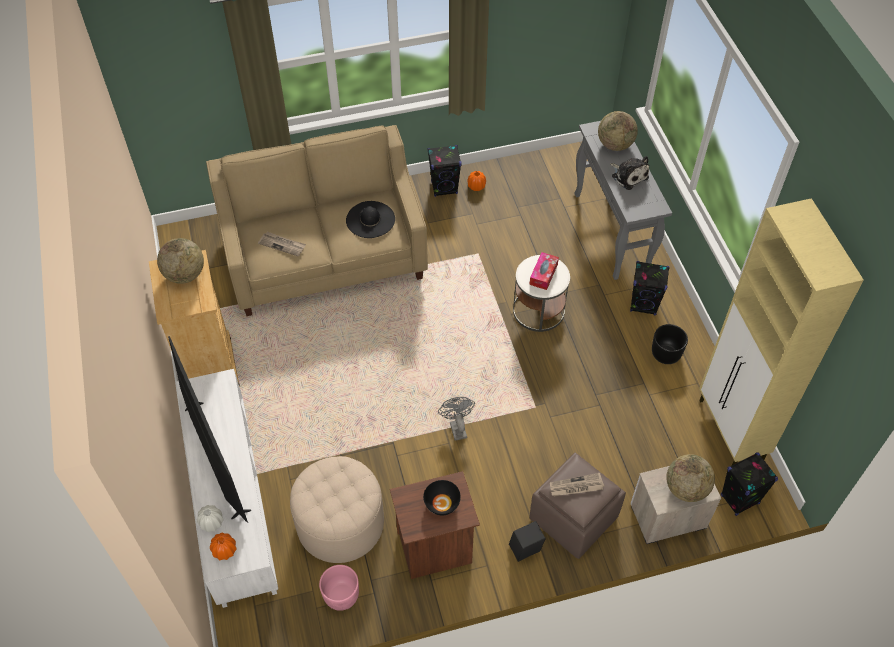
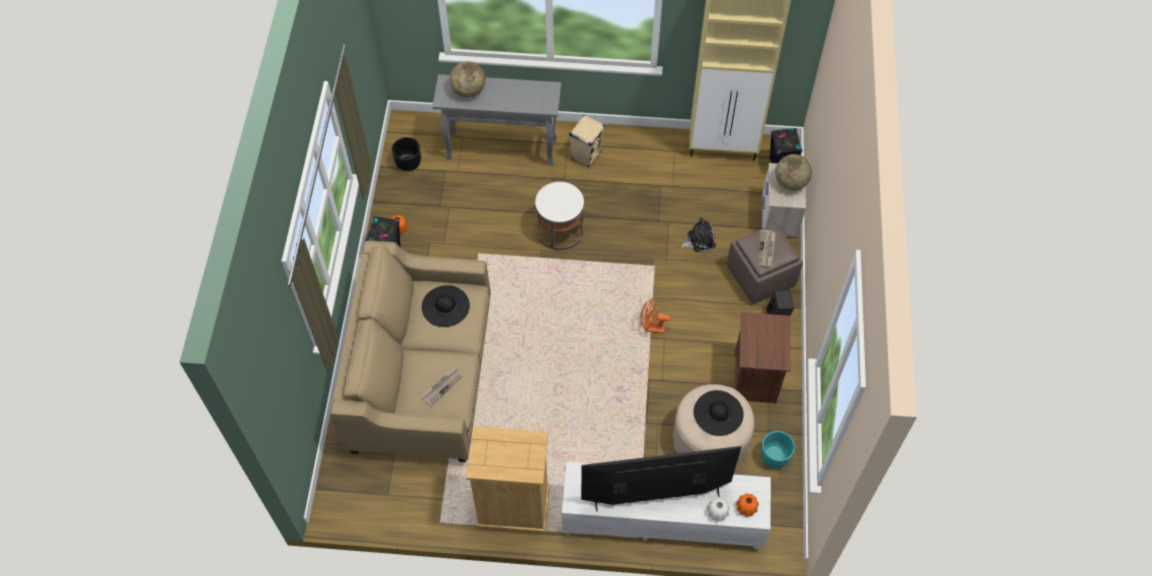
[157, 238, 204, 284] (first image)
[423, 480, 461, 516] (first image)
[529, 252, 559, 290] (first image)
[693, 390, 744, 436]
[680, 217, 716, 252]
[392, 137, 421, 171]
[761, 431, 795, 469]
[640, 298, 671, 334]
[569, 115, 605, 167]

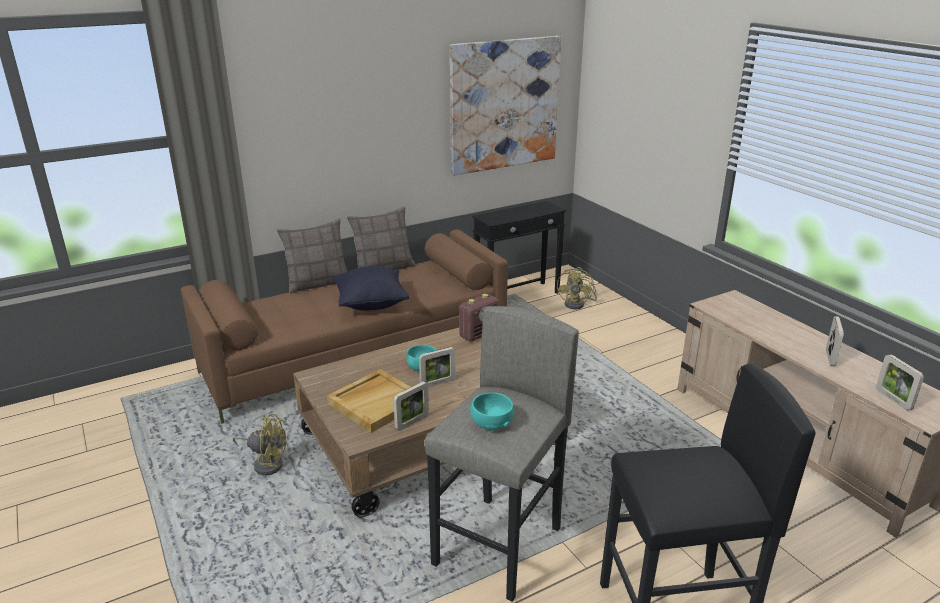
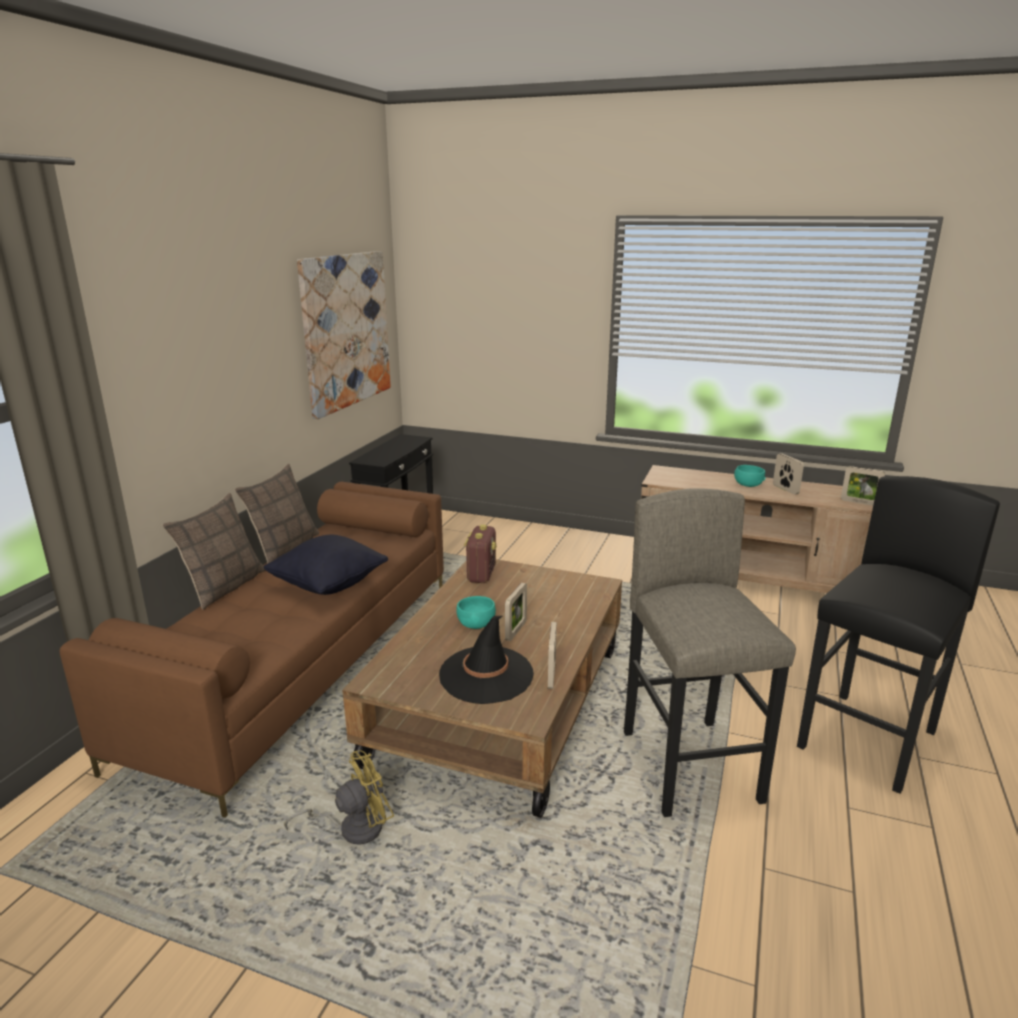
[557, 267, 597, 309] (first image)
[734, 465, 766, 487]
[439, 616, 534, 704]

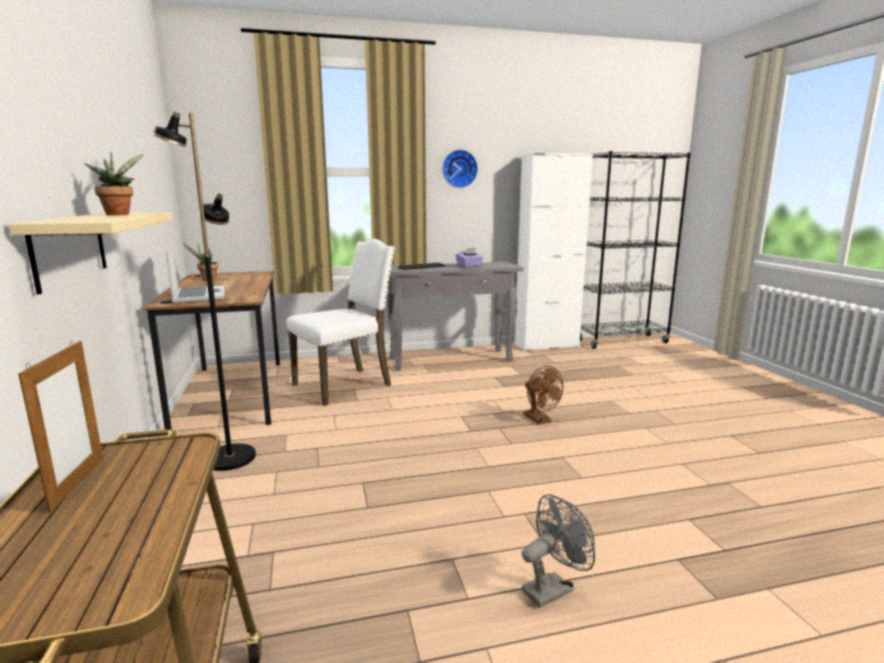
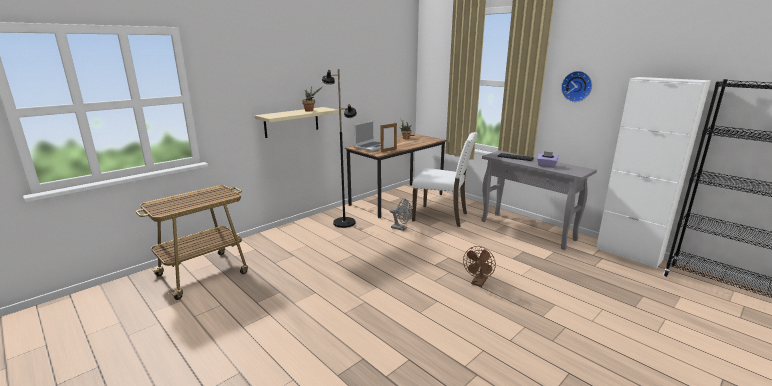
[381, 122, 397, 152]
[390, 199, 412, 231]

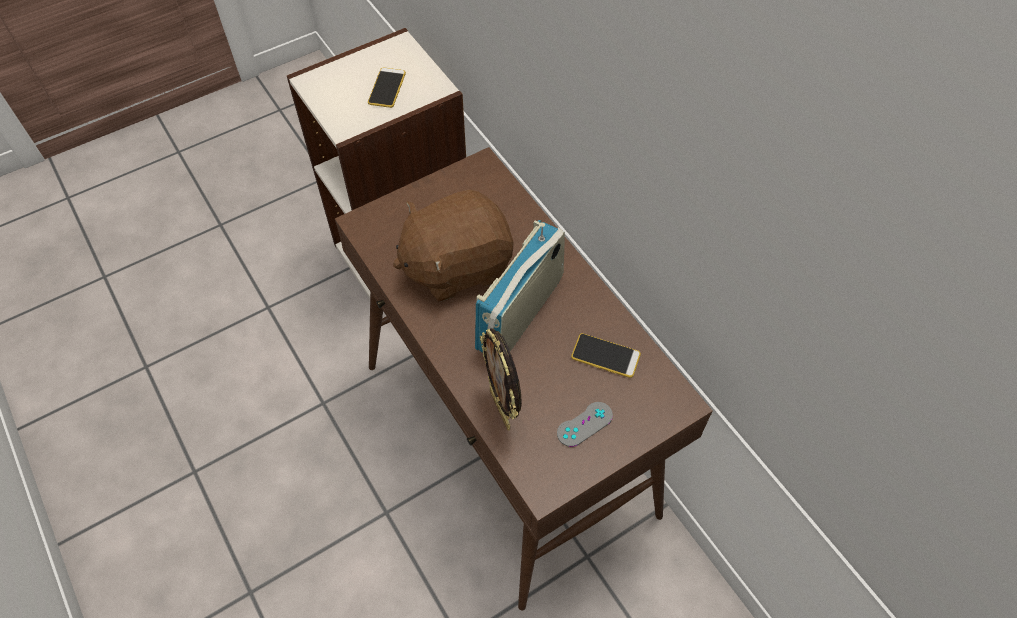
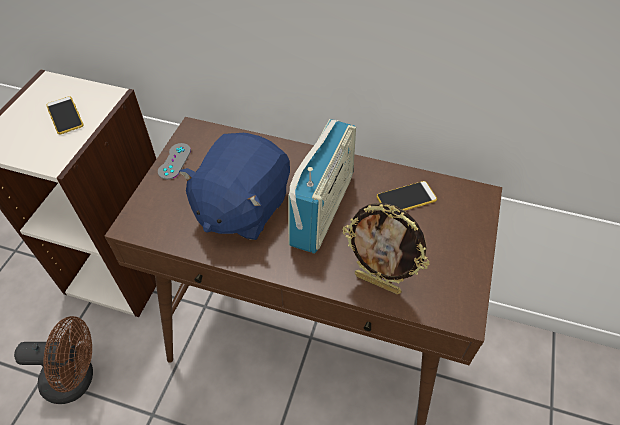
[14, 316, 93, 404]
[158, 143, 191, 180]
[179, 133, 290, 240]
[288, 119, 356, 254]

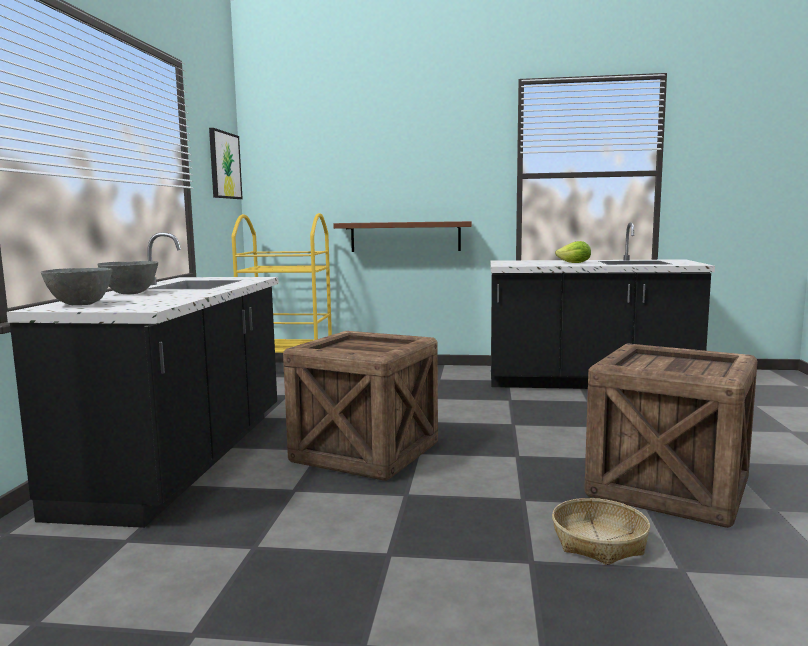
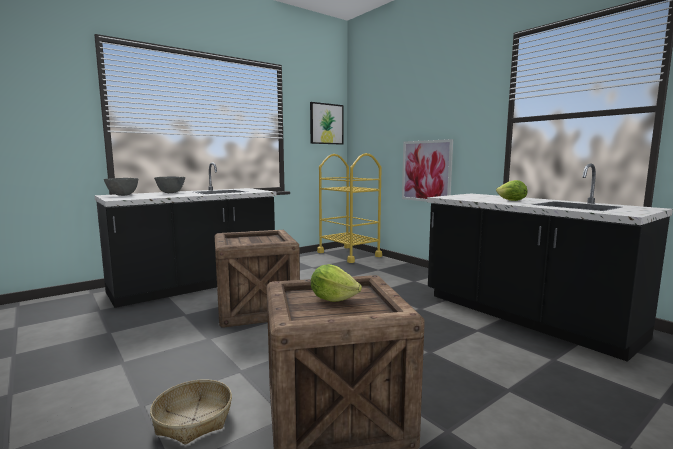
[311, 264, 362, 302]
[402, 139, 453, 202]

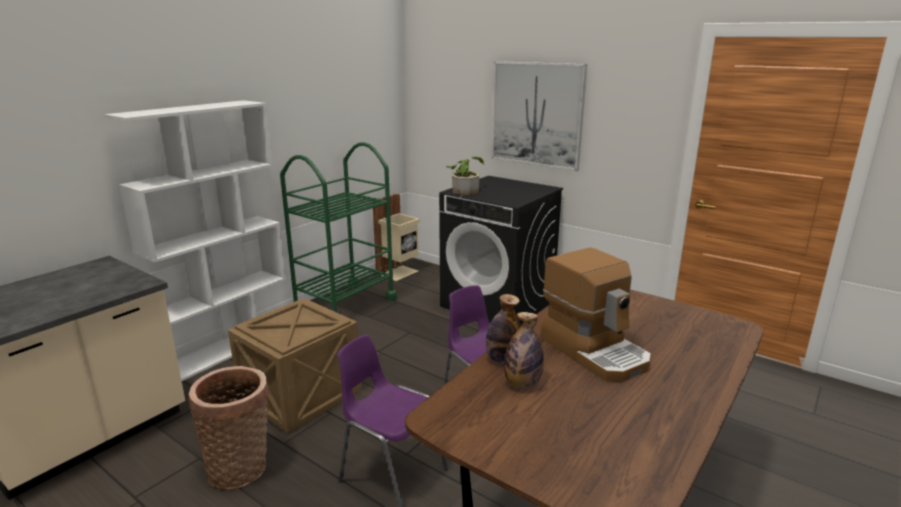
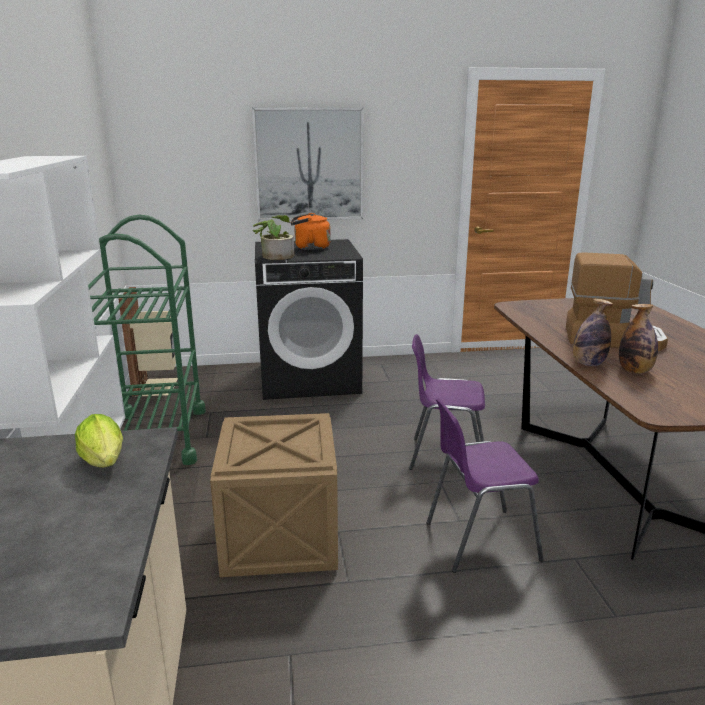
[189, 366, 269, 490] (first image)
[75, 414, 123, 468]
[291, 213, 331, 250]

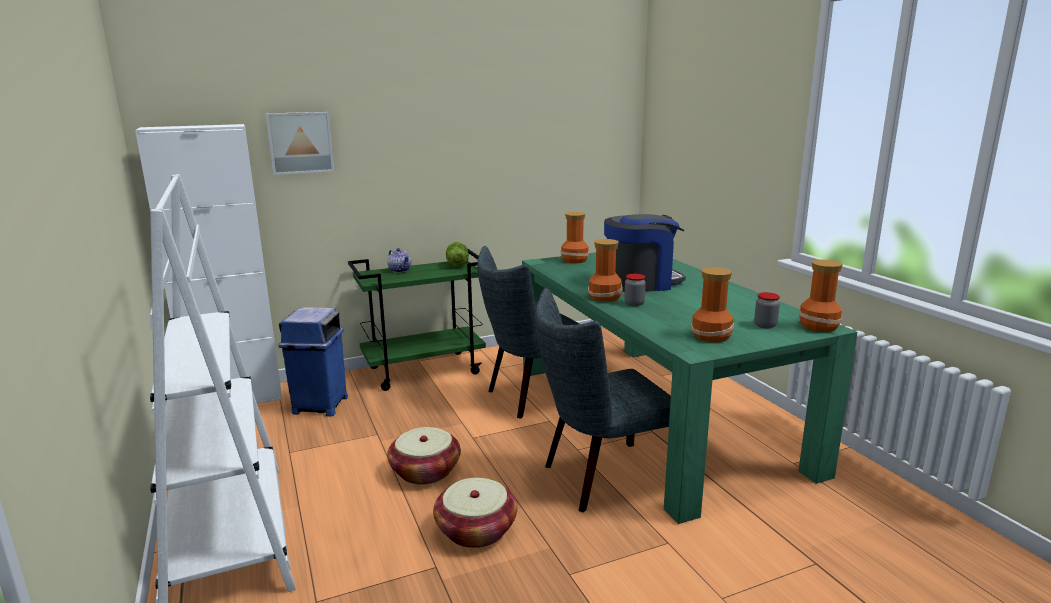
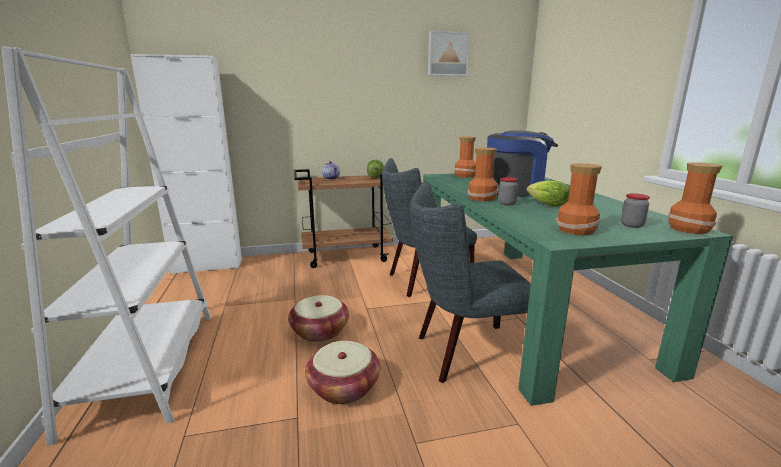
[278, 307, 348, 417] (first image)
[527, 180, 569, 207]
[428, 31, 470, 76]
[294, 169, 393, 268]

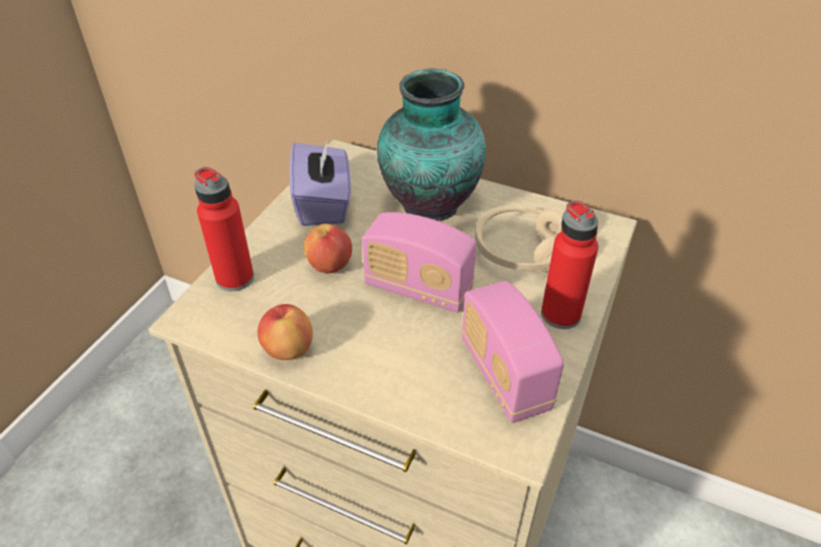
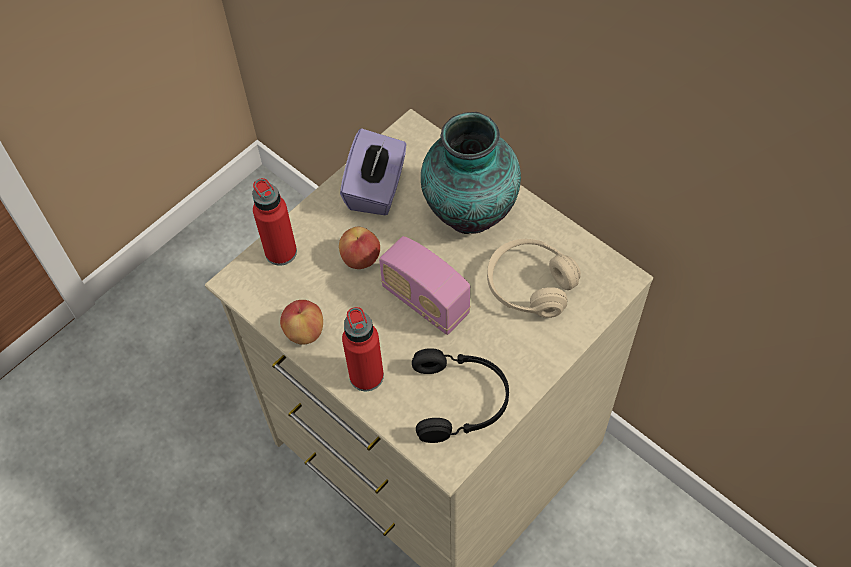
[342, 307, 384, 391]
[412, 348, 509, 443]

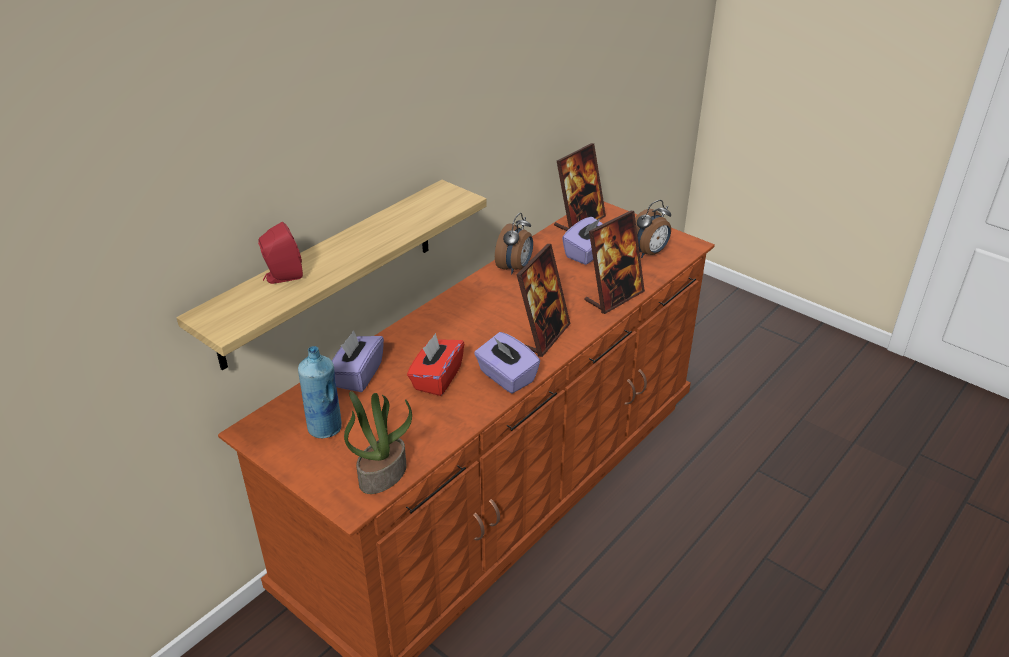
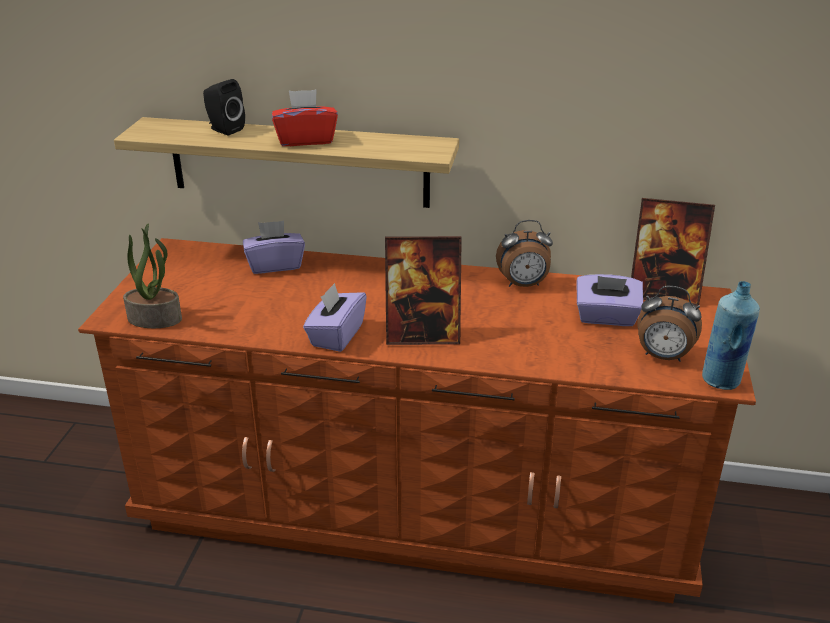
[585, 211, 645, 314] (first image)
[702, 281, 760, 390]
[272, 90, 338, 146]
[203, 79, 245, 135]

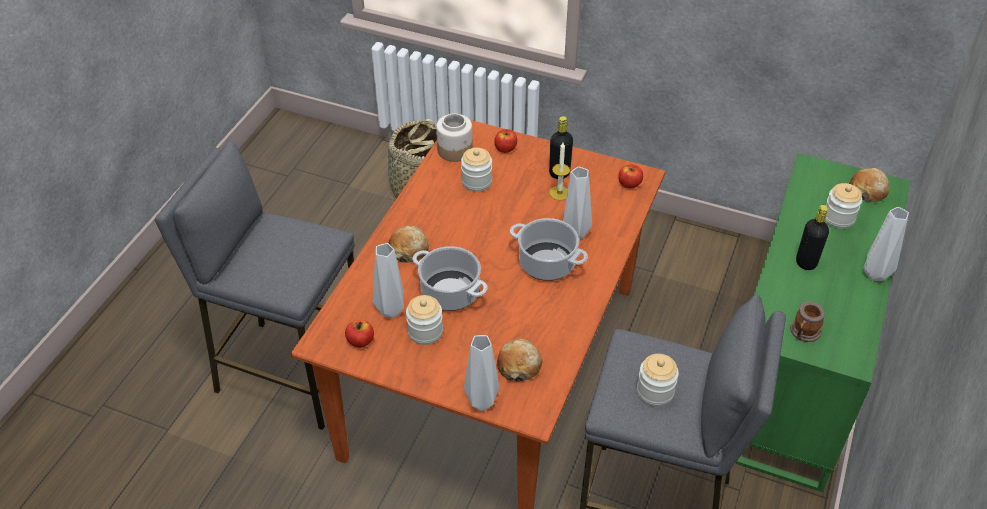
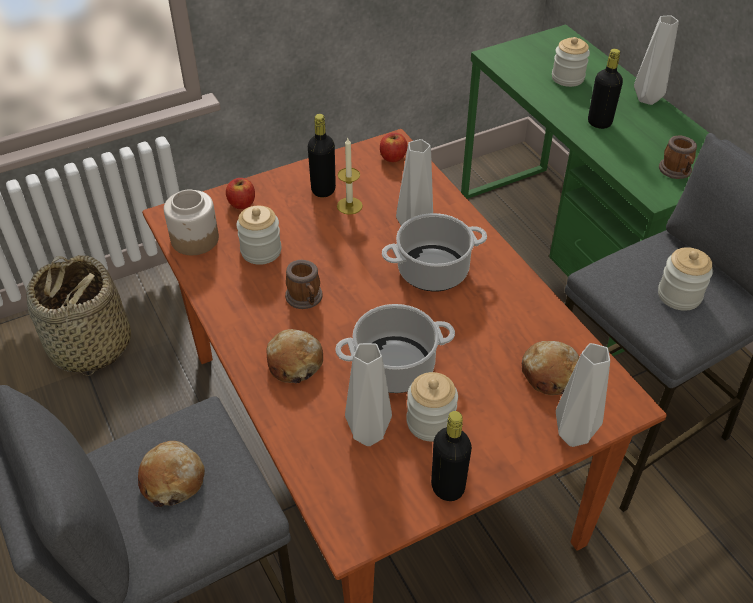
[345, 320, 374, 348] (first image)
[285, 260, 323, 309]
[431, 411, 472, 501]
[138, 441, 205, 507]

